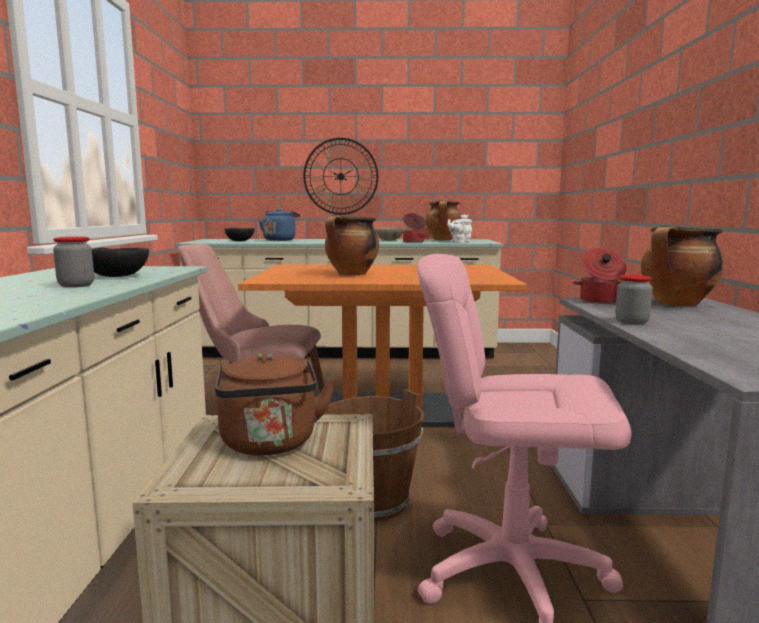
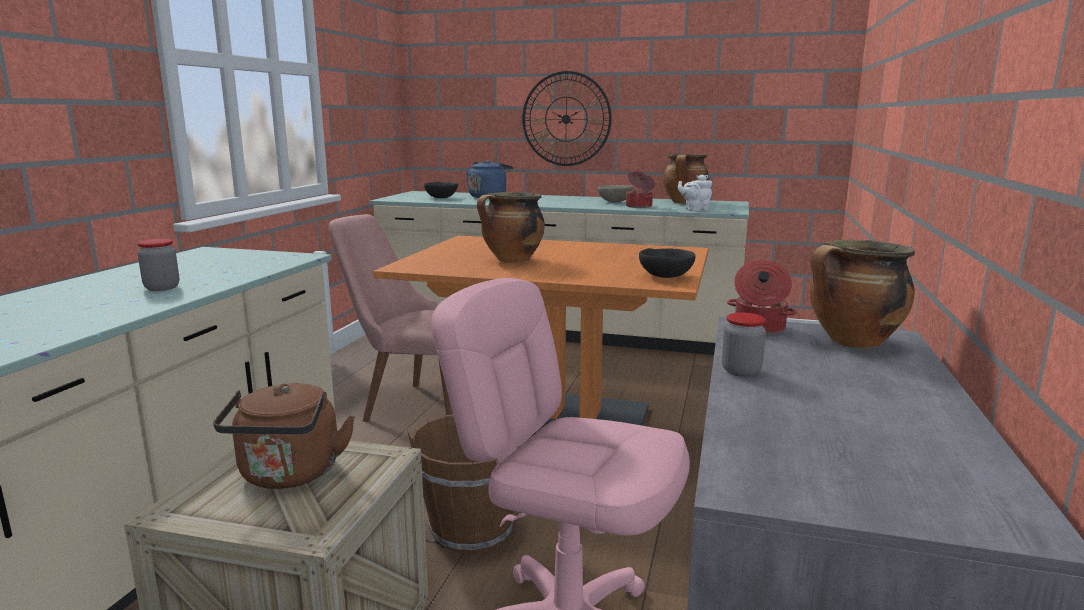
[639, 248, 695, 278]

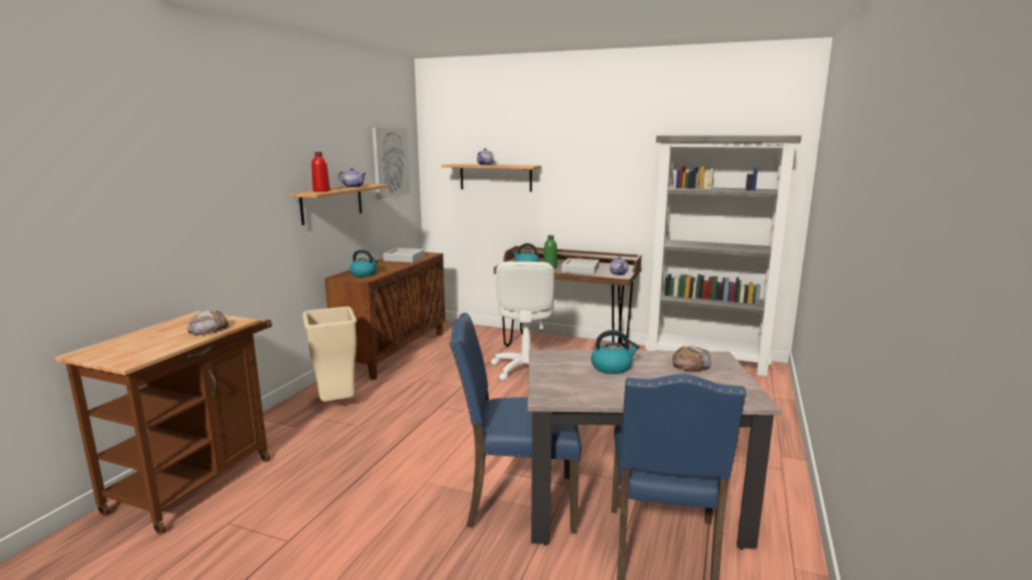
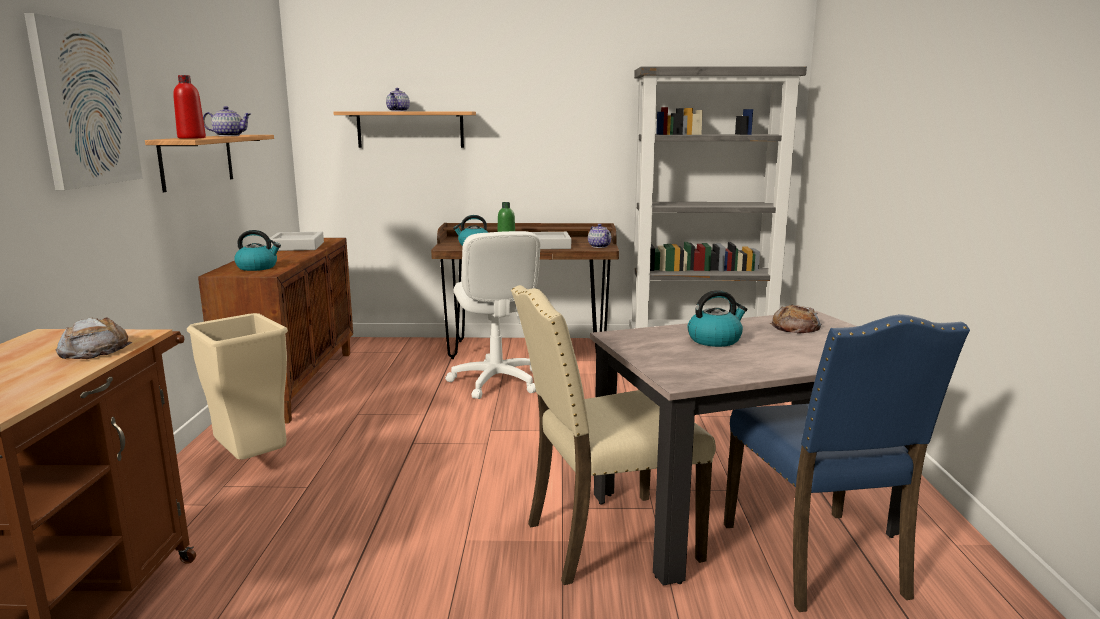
[24, 13, 143, 190]
[511, 285, 716, 585]

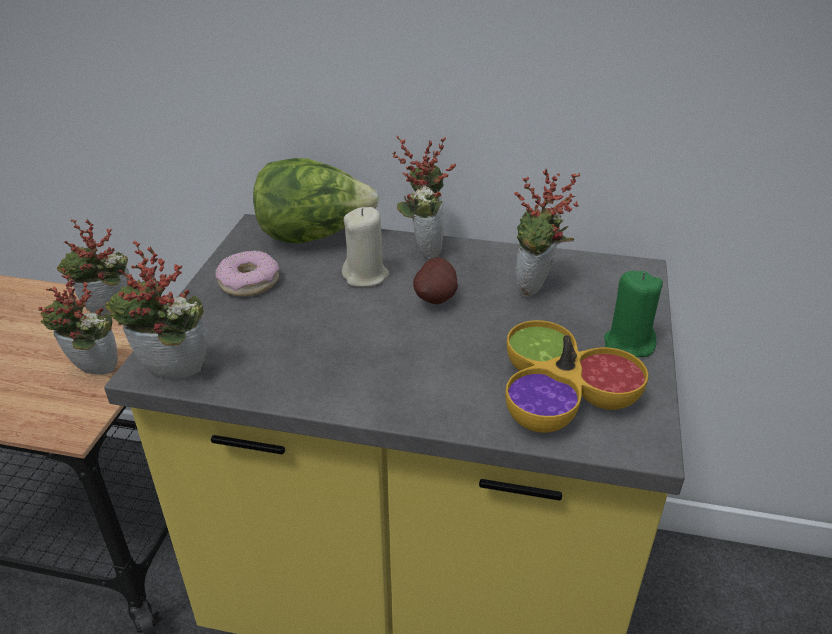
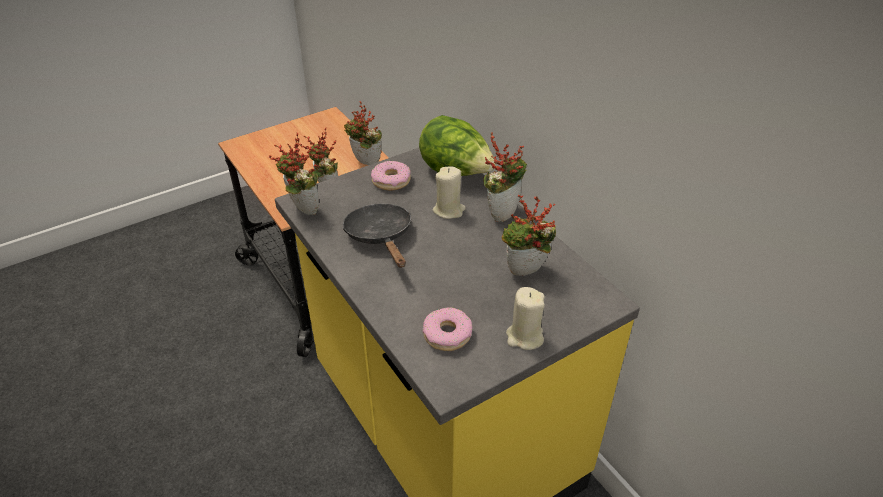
[413, 257, 458, 304] (first image)
[343, 203, 411, 268]
[423, 307, 472, 351]
[506, 287, 545, 350]

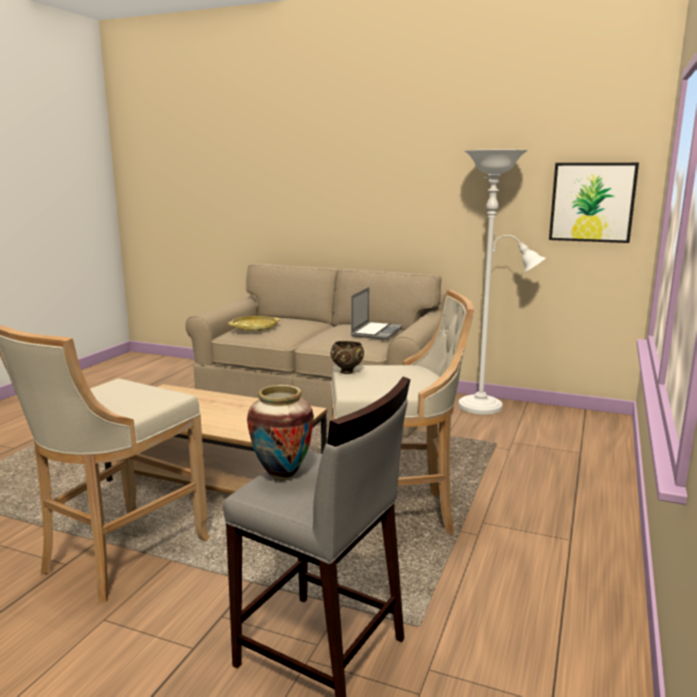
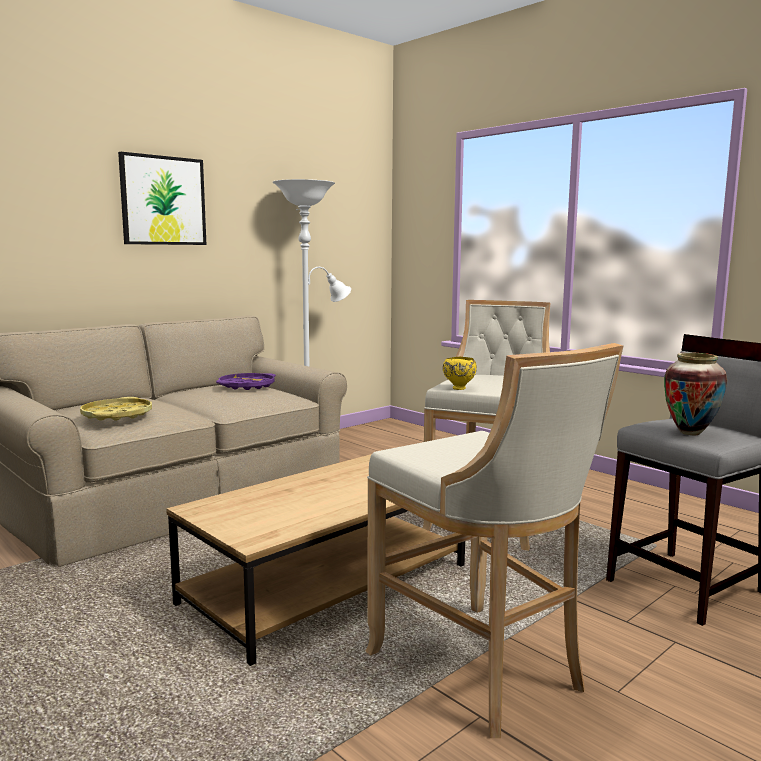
[118, 152, 207, 245]
[216, 373, 276, 390]
[443, 357, 477, 390]

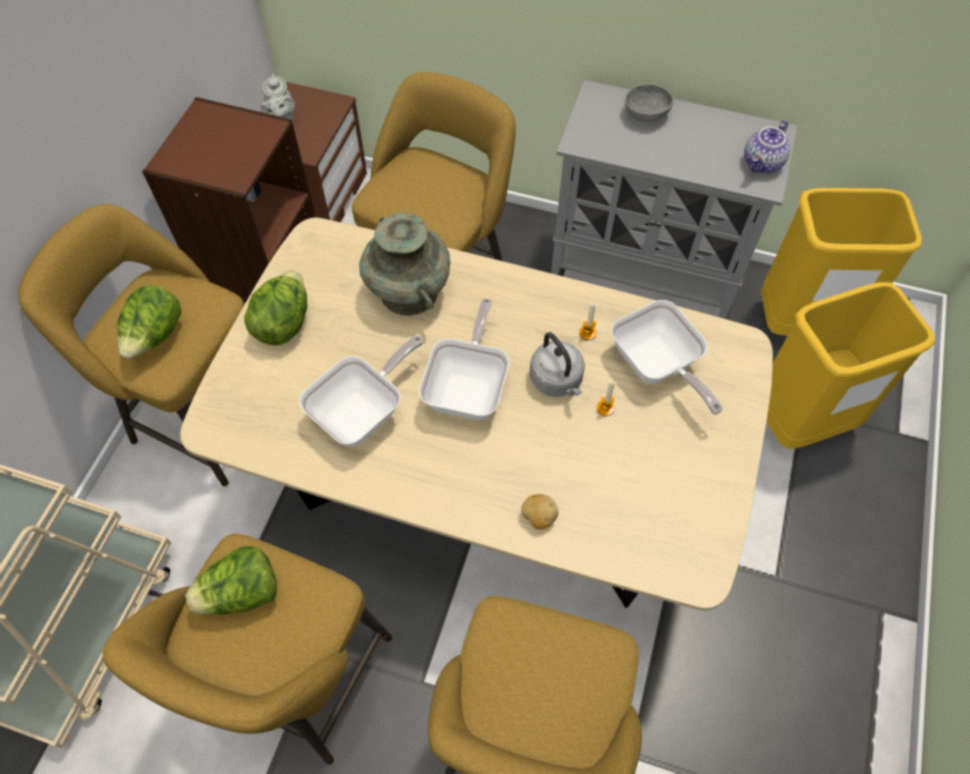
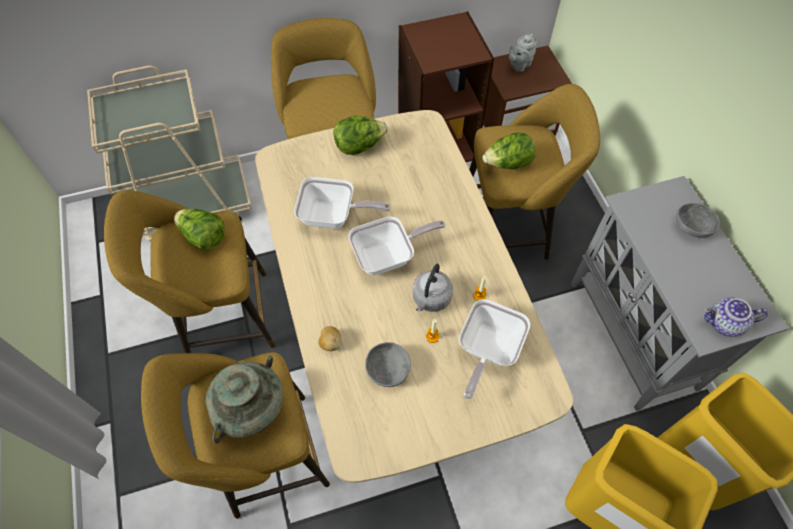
[365, 342, 411, 387]
[482, 132, 536, 169]
[206, 355, 284, 444]

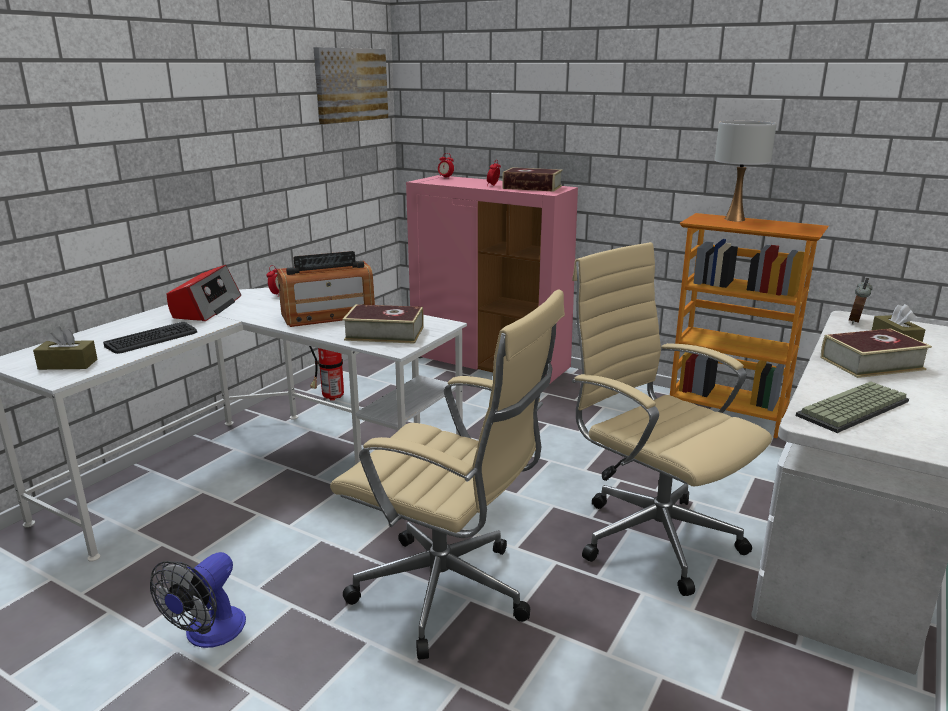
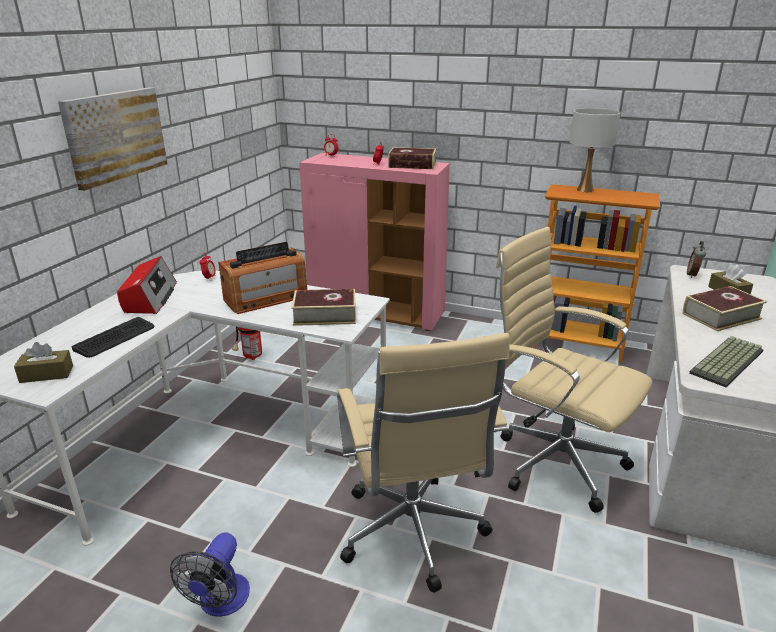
[58, 87, 167, 191]
[337, 333, 510, 593]

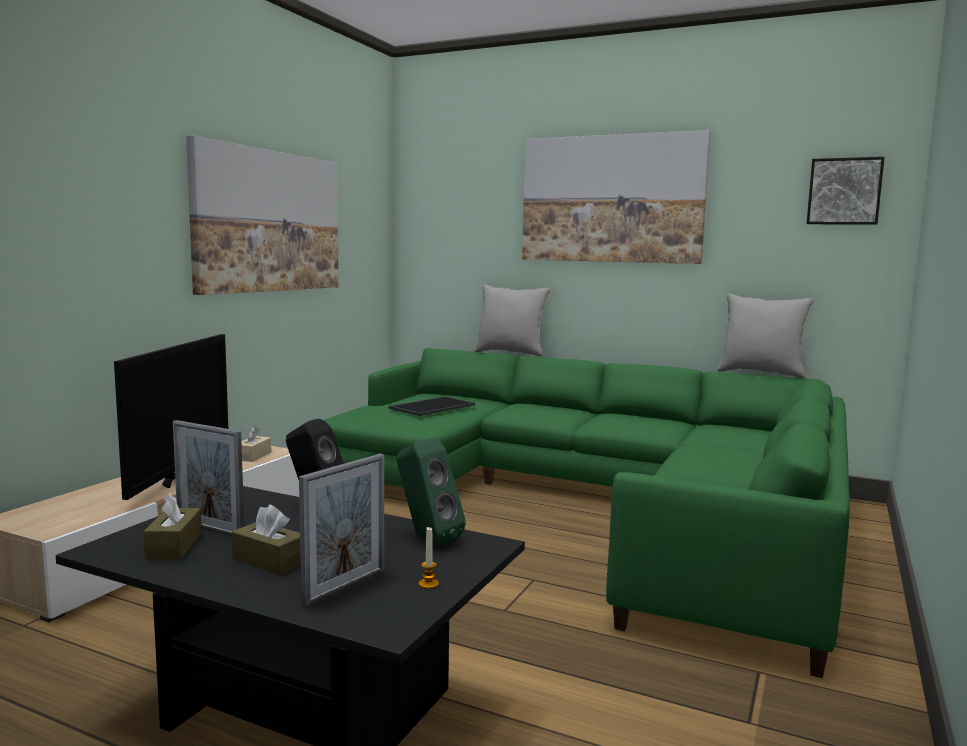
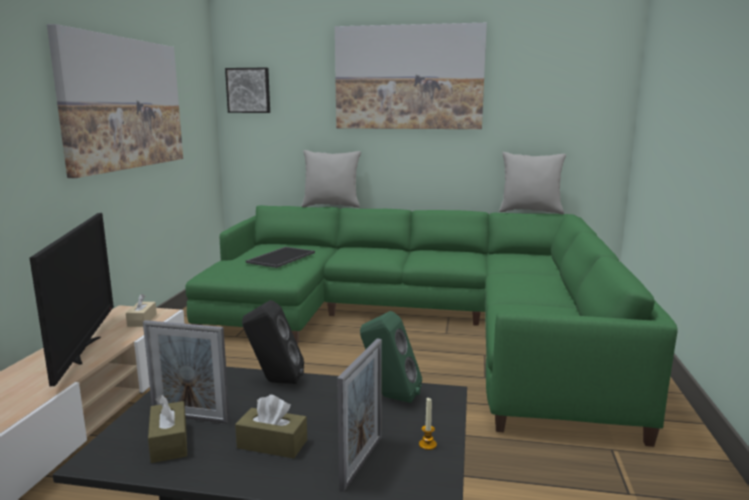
[225, 68, 270, 113]

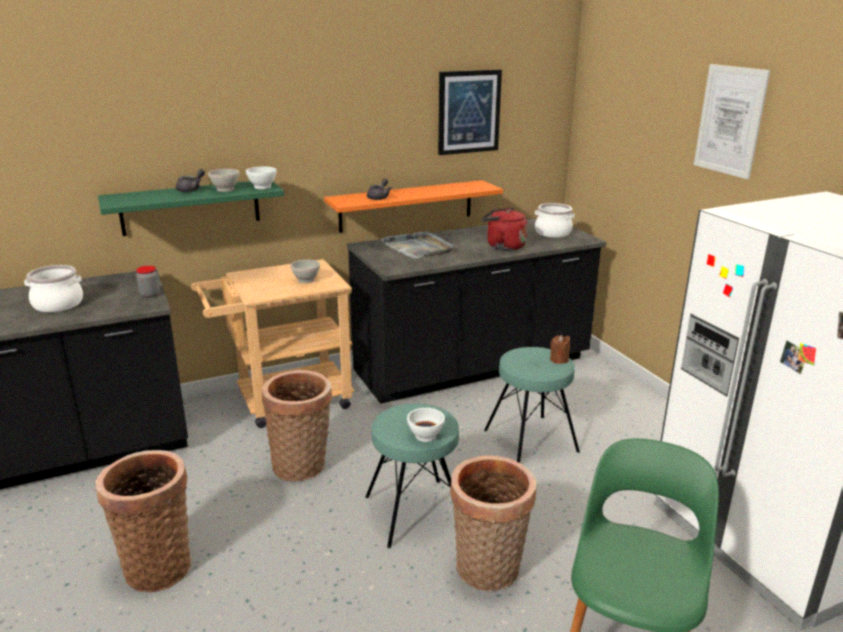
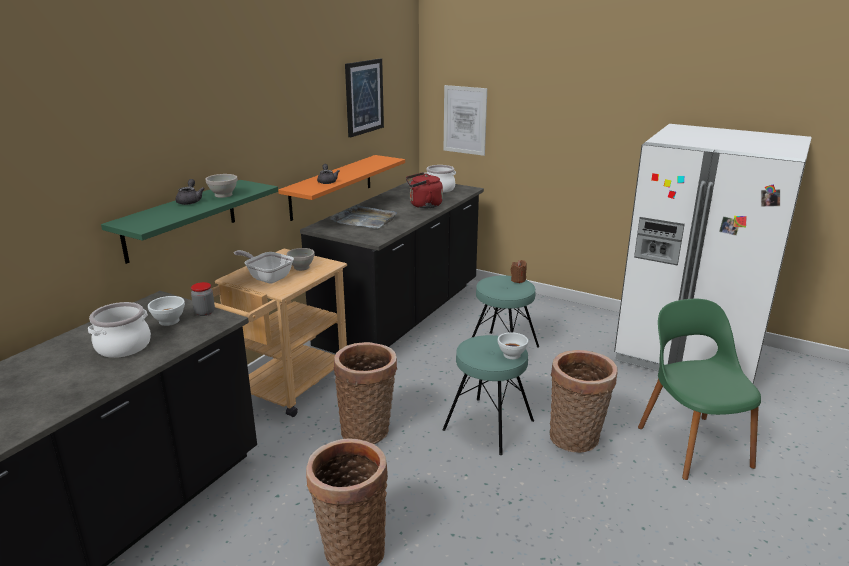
[234, 250, 294, 283]
[148, 296, 185, 326]
[444, 85, 487, 156]

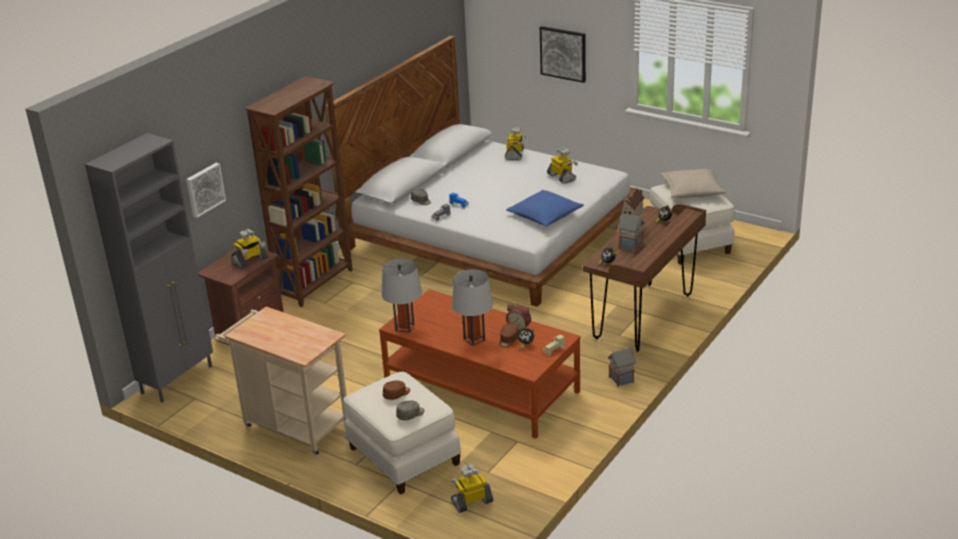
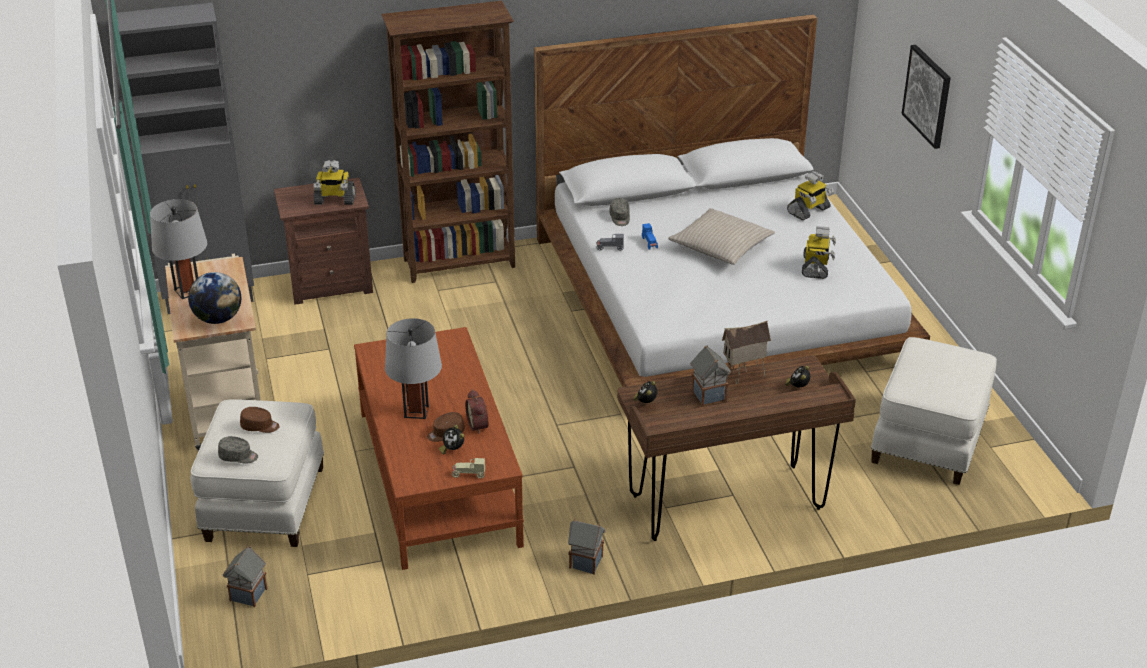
[186, 163, 226, 218] (first image)
[506, 190, 584, 226] (first image)
[188, 272, 241, 324]
[150, 199, 207, 299]
[668, 208, 775, 265]
[223, 546, 268, 607]

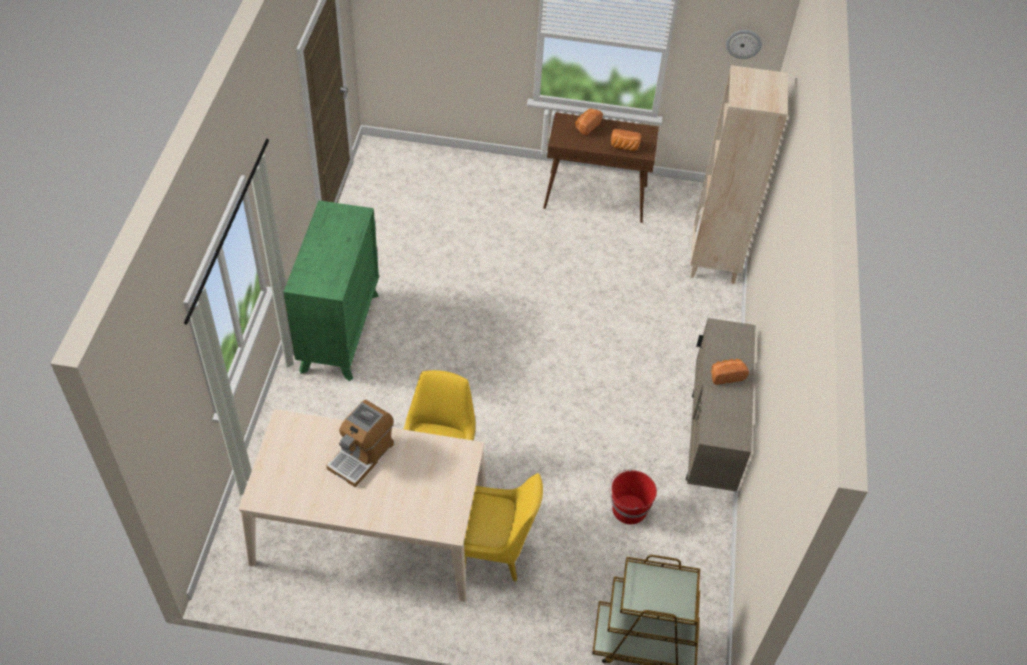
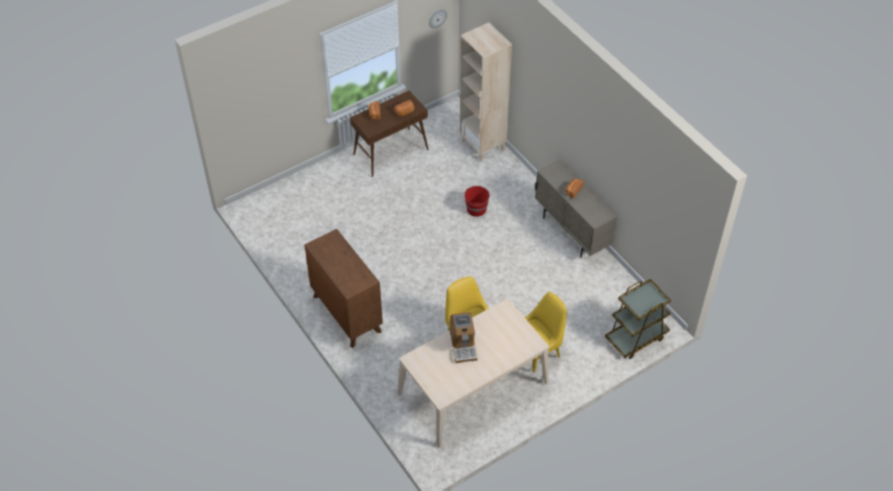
[463, 186, 490, 217]
[304, 229, 383, 348]

